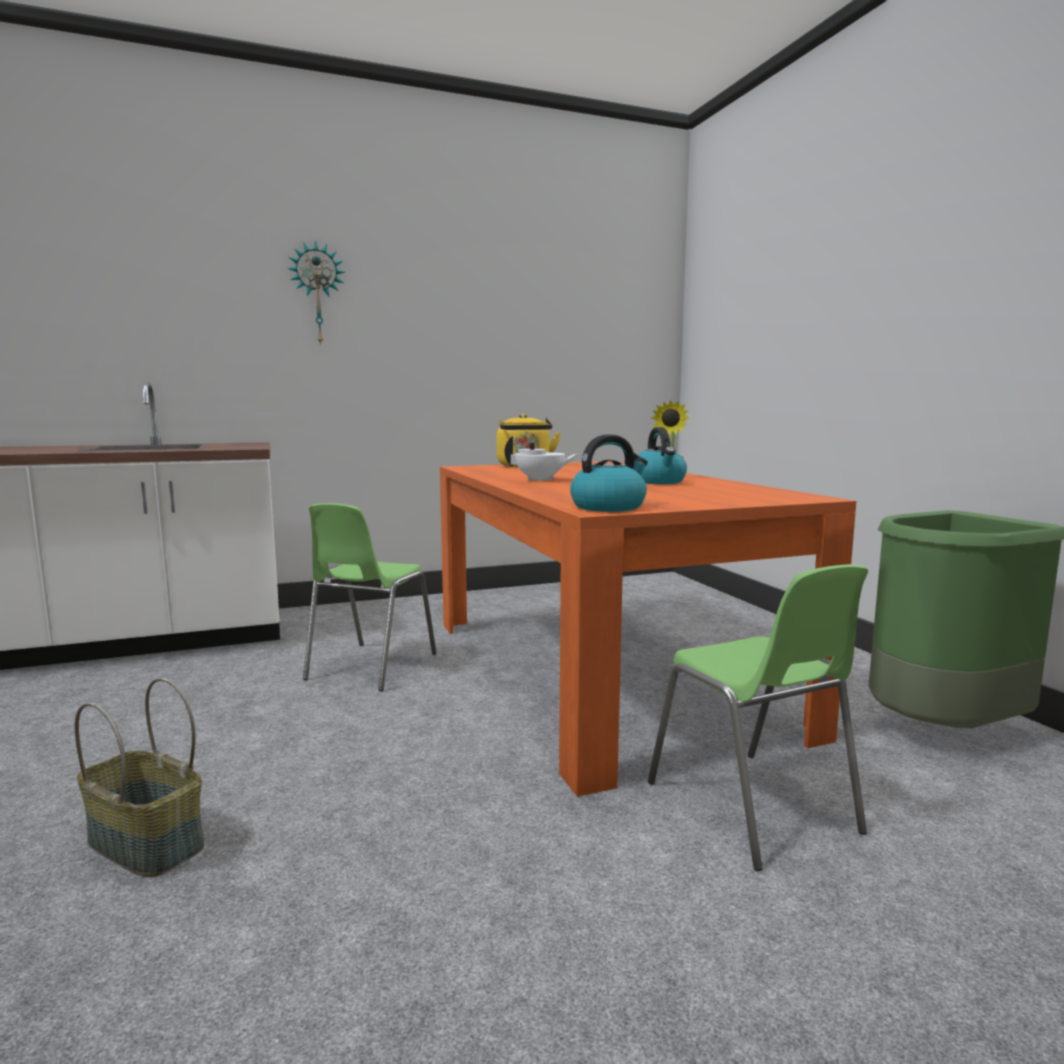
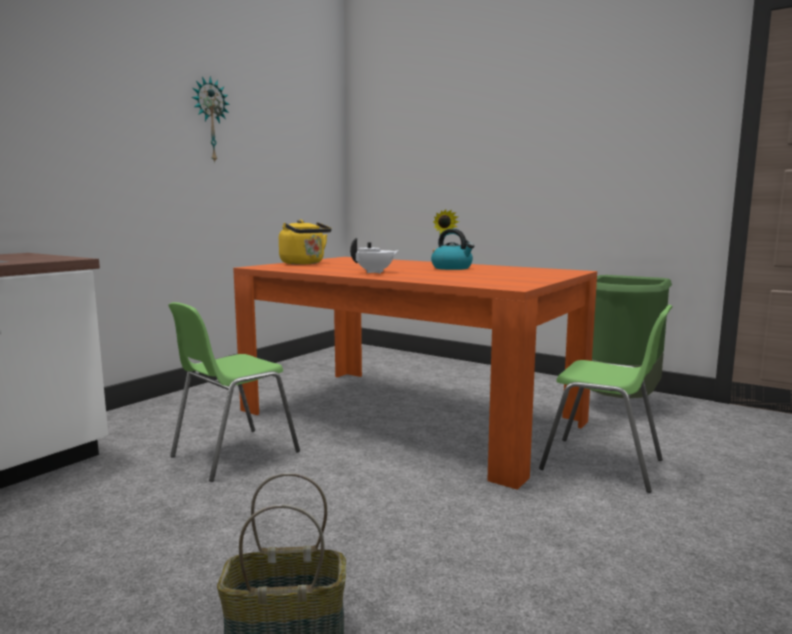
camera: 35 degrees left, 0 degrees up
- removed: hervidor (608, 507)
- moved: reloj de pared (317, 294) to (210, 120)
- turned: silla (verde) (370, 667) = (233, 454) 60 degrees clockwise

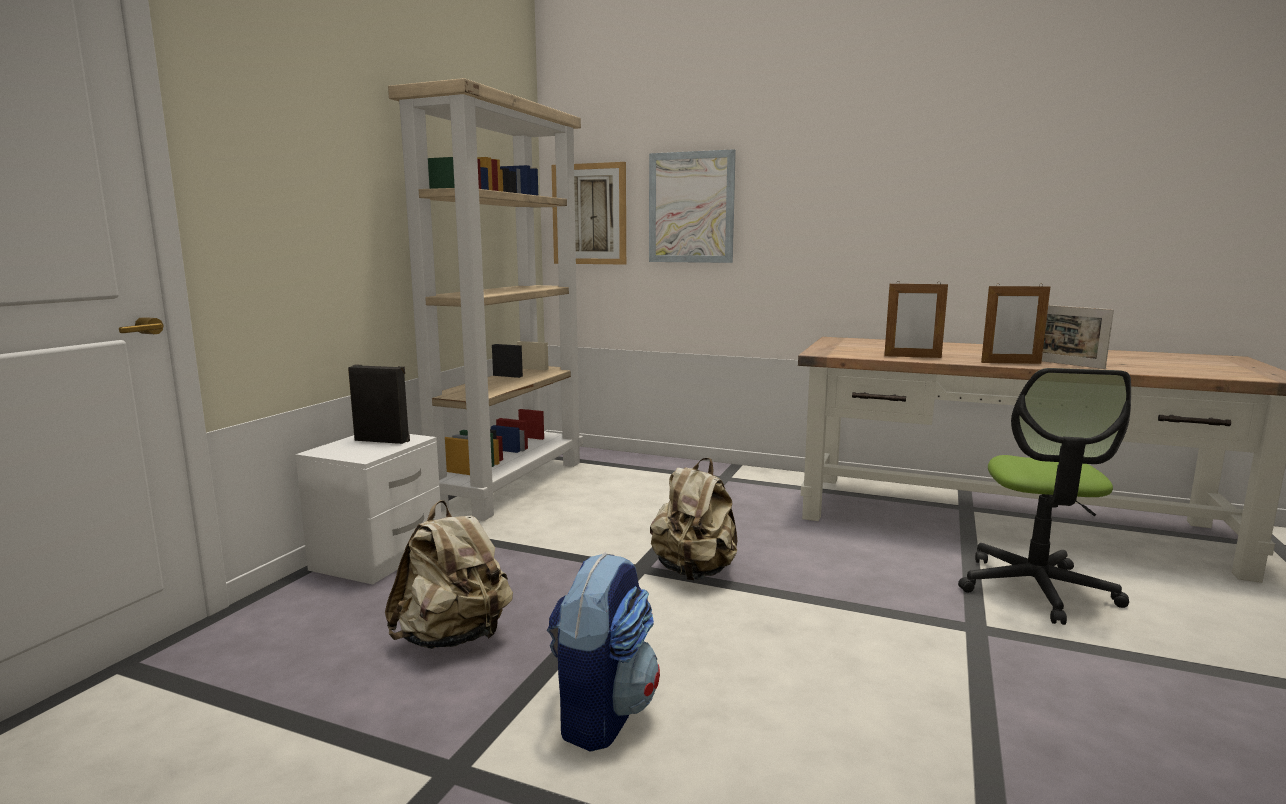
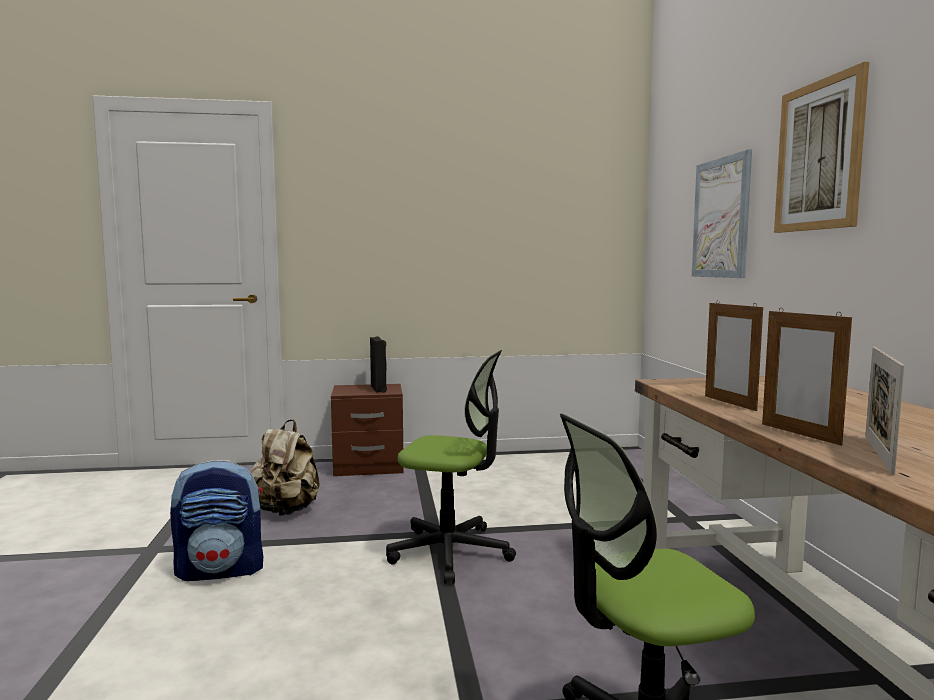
camera: 60 degrees right, 5 degrees down
- removed: estantería (beis) (510, 484)
- moved: cuadro (589, 214) to (819, 156)
- replaced: mochila (beis) (694, 572) to silla de oficina (451, 552)
- recoloured: mesita de noche (blanco) (379, 557) to mesita de noche (marrón) (368, 467)

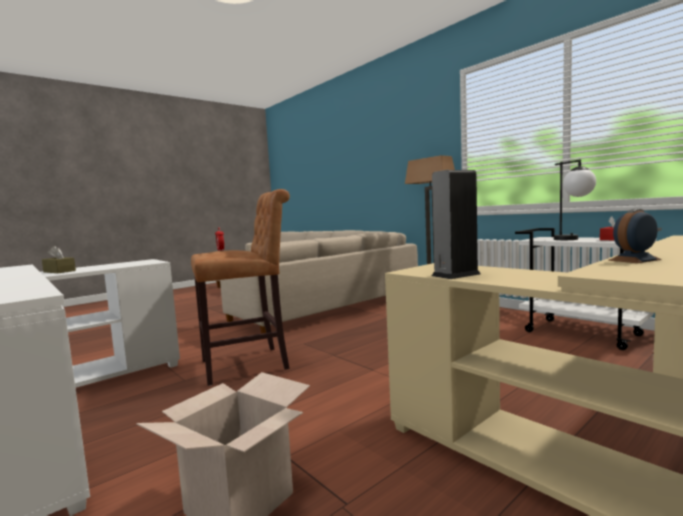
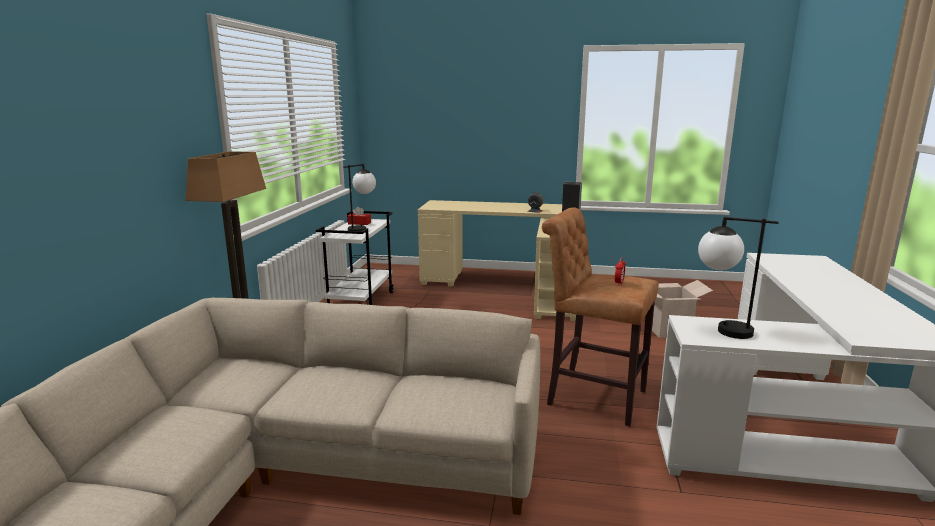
camera: 130 degrees left, 10 degrees up
- removed: caja de pañuelos (marrón) (59, 271)
- added: lámpara de mesa (720, 330)

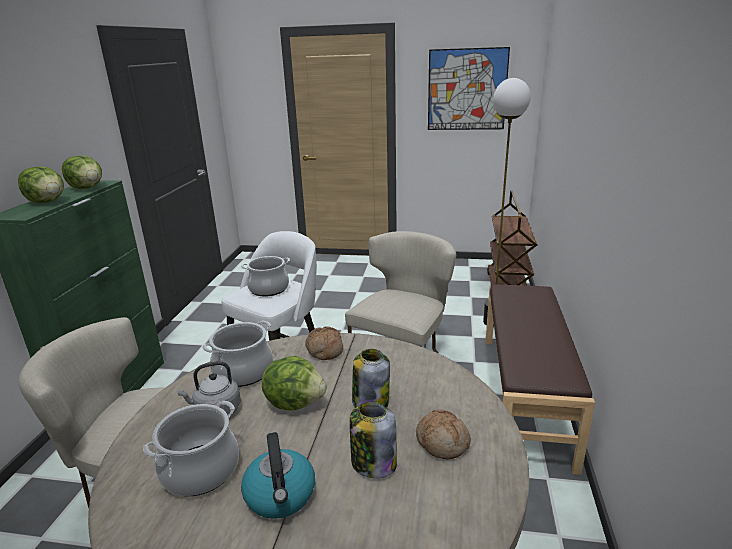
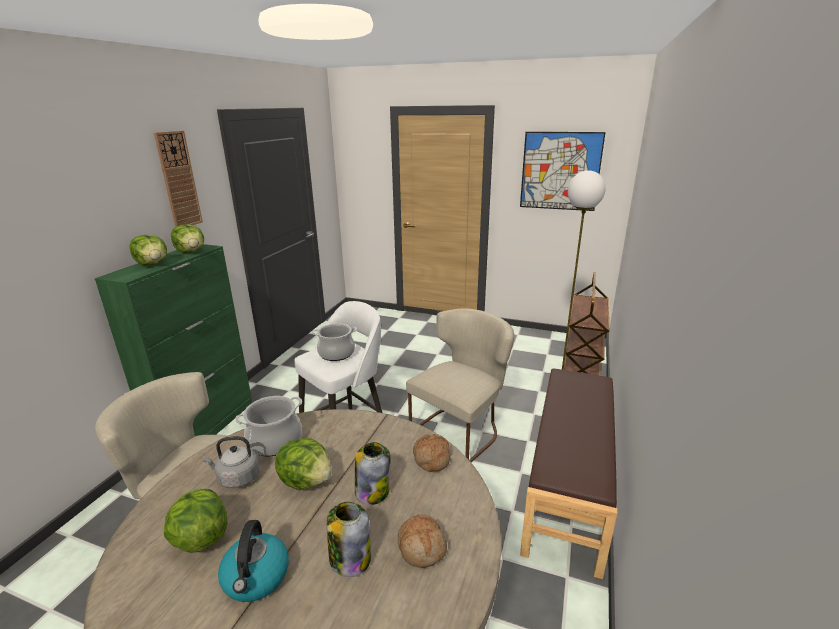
camera: 10 degrees right, 0 degrees up
- added: reloj de pared (178, 180)
- moved: pan (324, 350) to (431, 458)
- replaced: olla (200, 470) to lechuga (201, 538)

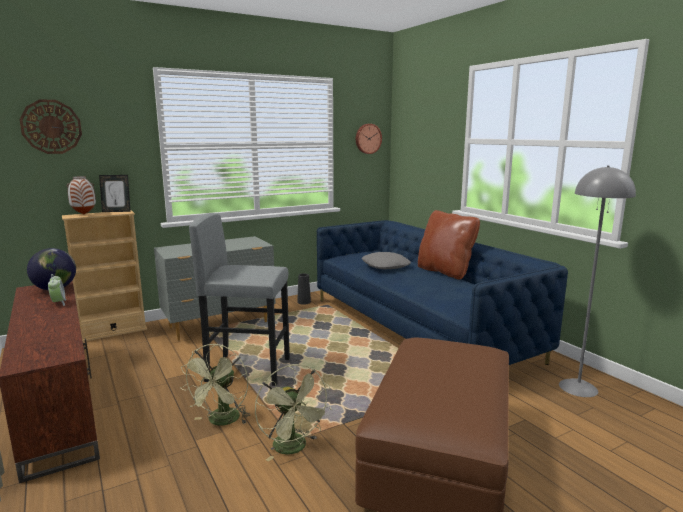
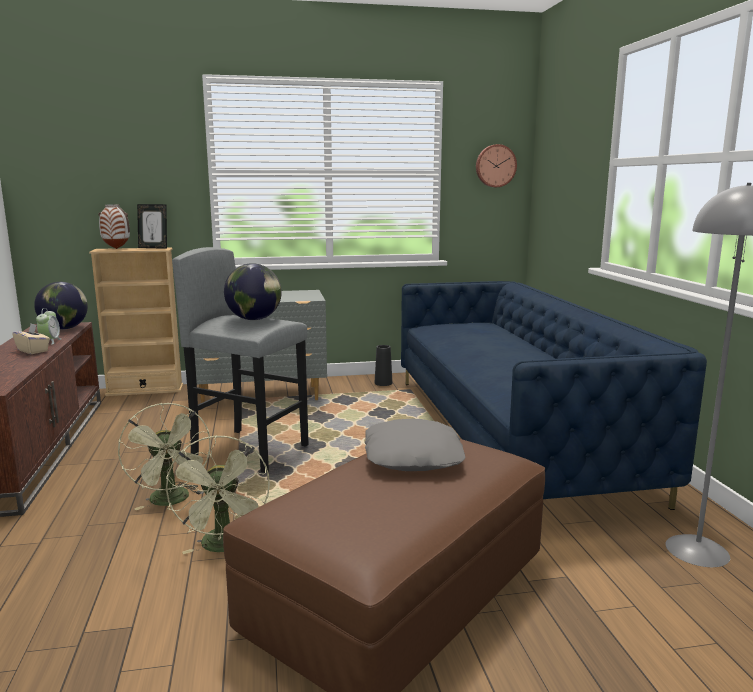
camera: 20 degrees right, 0 degrees up
- removed: reloj de pared (51, 127)
- removed: cojín (marrón) (445, 272)
- added: caja de pañuelos (beis) (33, 350)
- added: globo terráqueo (254, 319)
- moved: cojín (gris) (386, 266) to (414, 456)
- turned: ventilador (verde) (221, 421) = (172, 501) 60 degrees counterclockwise

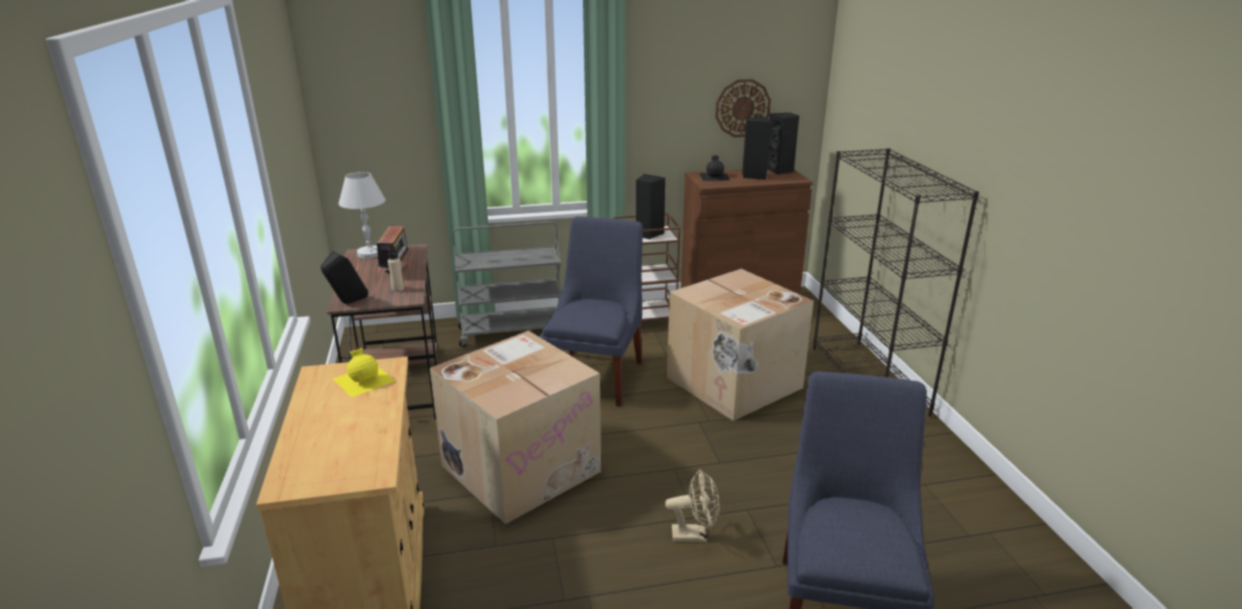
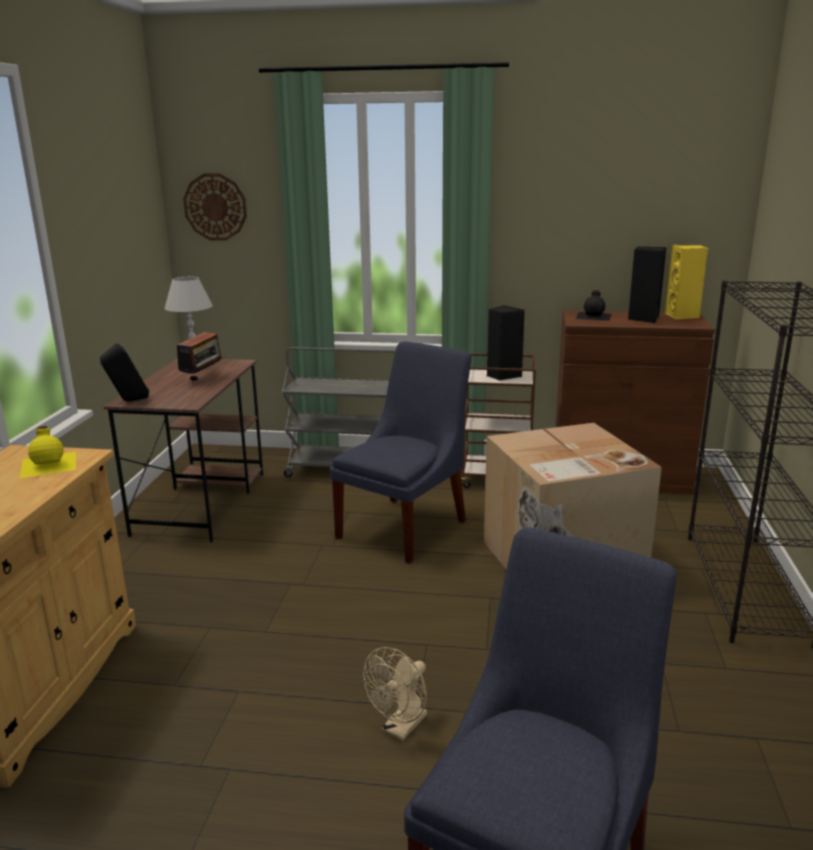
camera: 20 degrees right, 5 degrees down
- removed: botella (beis) (397, 289)
- removed: caja de cartón (521, 467)
- moved: reloj de pared (742, 108) to (215, 207)
- recoloured: altavoz (negro) (780, 170) to altavoz (amarillo) (682, 316)
- turned: ventilador (beis) (695, 535) = (400, 728) 105 degrees clockwise

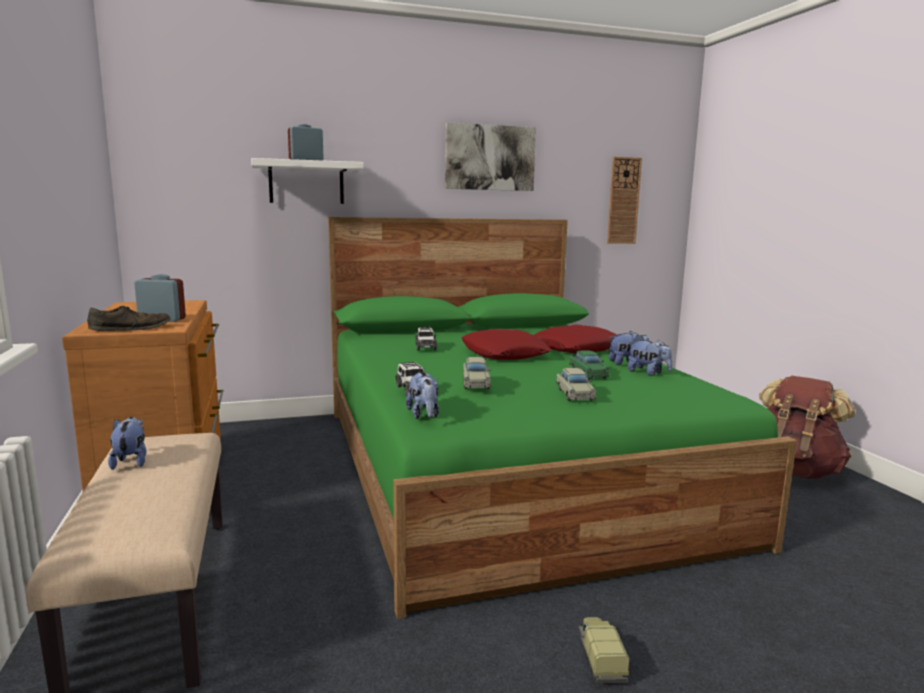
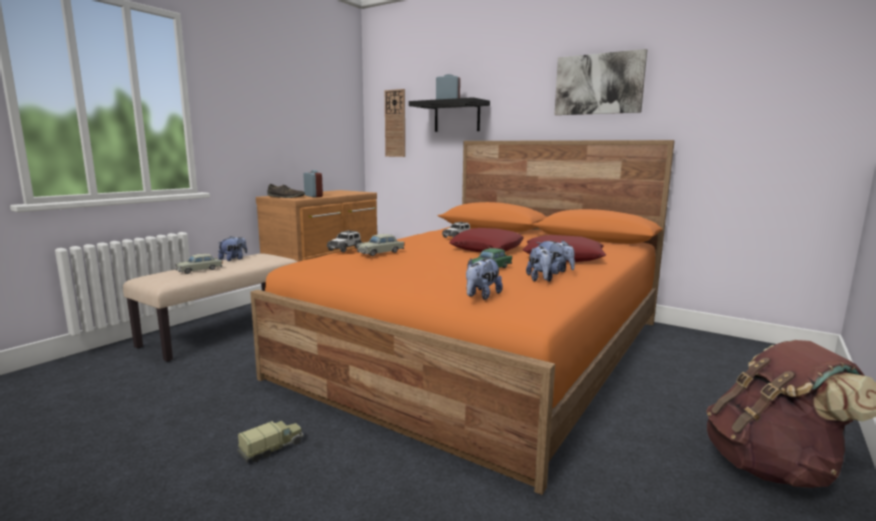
camera: 50 degrees right, 0 degrees up
- moved: peluche (424, 415) to (481, 296)
- moved: coche de juguete (beis) (574, 394) to (199, 270)
- moved: reloj de pared (623, 201) to (395, 123)
- recoloured: estante (blanco) (306, 183) to estante (negro) (457, 117)
- recoloured: cama (verde) (506, 467) to cama (naranja) (487, 347)

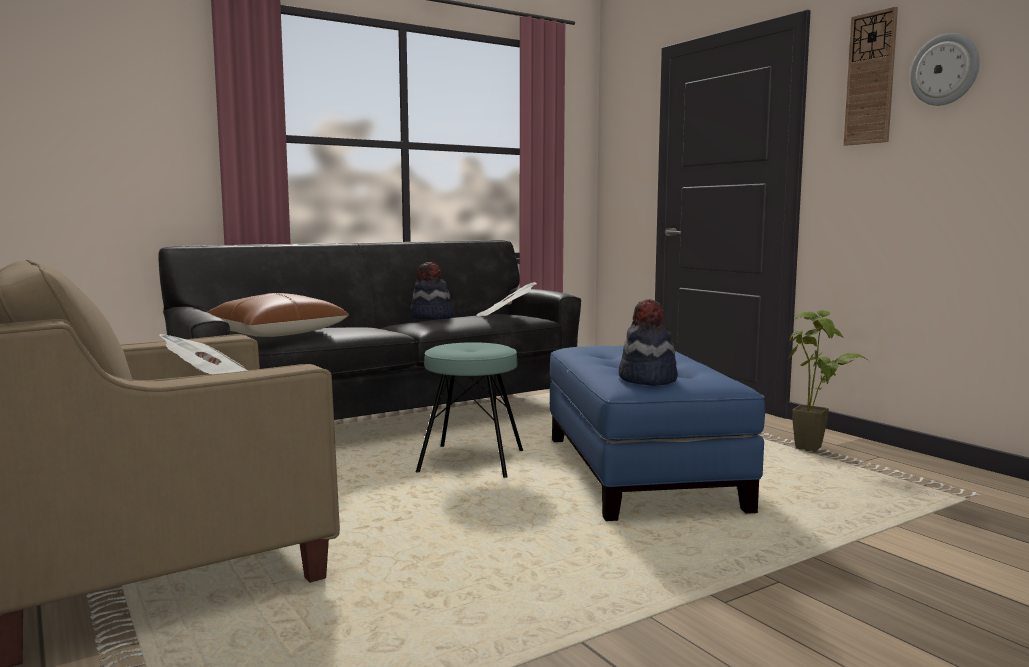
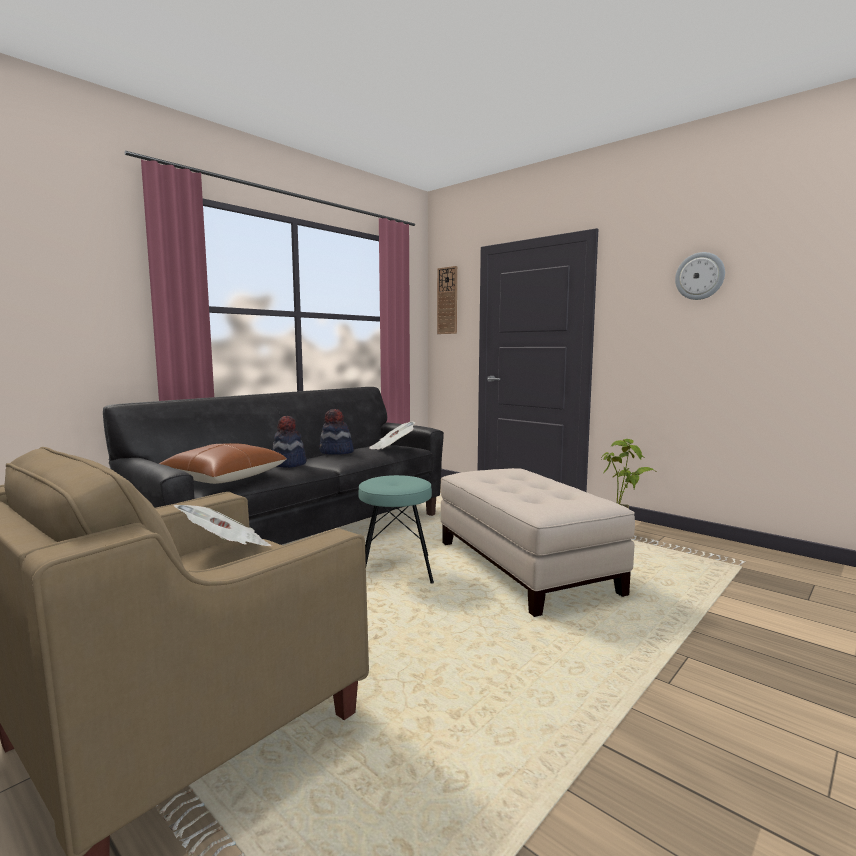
camera: 15 degrees left, 0 degrees up
- moved: sombrero (647, 380) to (288, 464)
- moved: reloj de pared (870, 78) to (447, 300)
- recoloured: puf (azul) (642, 472) to puf (beis) (525, 566)

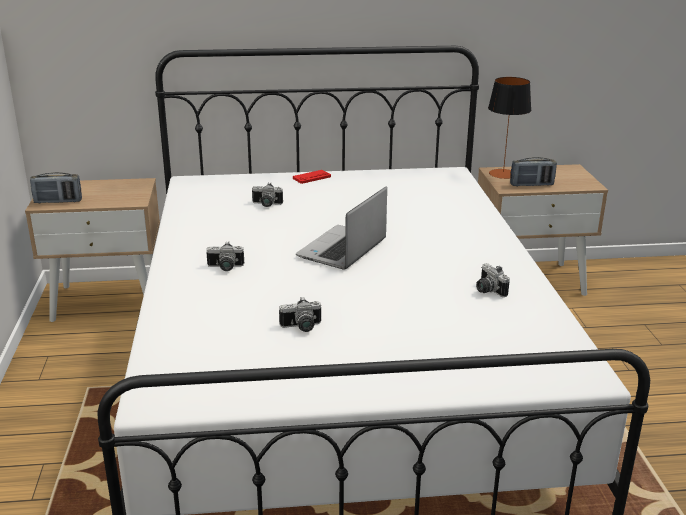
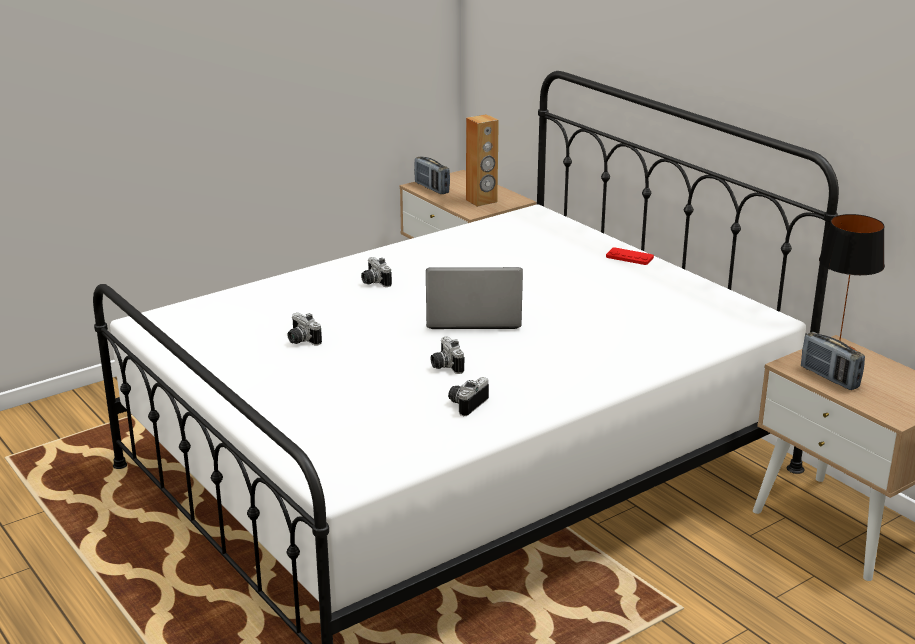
camera: 60 degrees right, 0 degrees up
- added: altavoz (marrón) (481, 201)
- moved: cámara (266, 205) to (444, 366)

